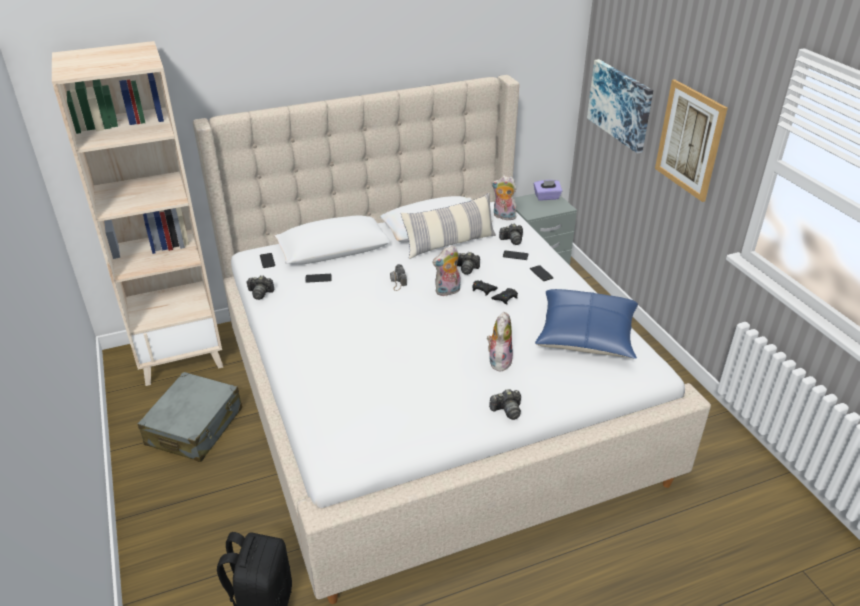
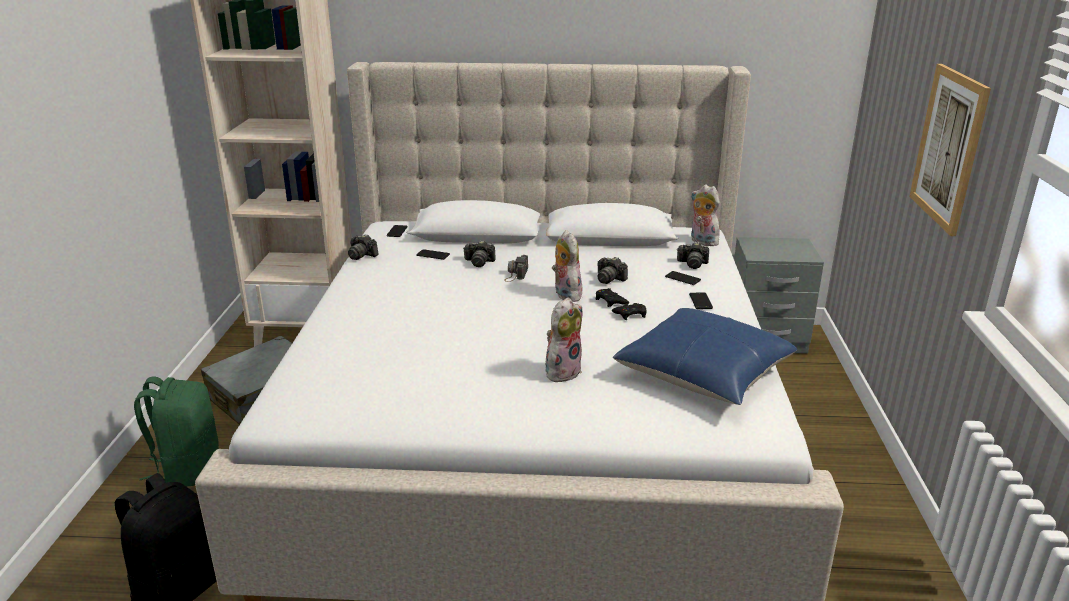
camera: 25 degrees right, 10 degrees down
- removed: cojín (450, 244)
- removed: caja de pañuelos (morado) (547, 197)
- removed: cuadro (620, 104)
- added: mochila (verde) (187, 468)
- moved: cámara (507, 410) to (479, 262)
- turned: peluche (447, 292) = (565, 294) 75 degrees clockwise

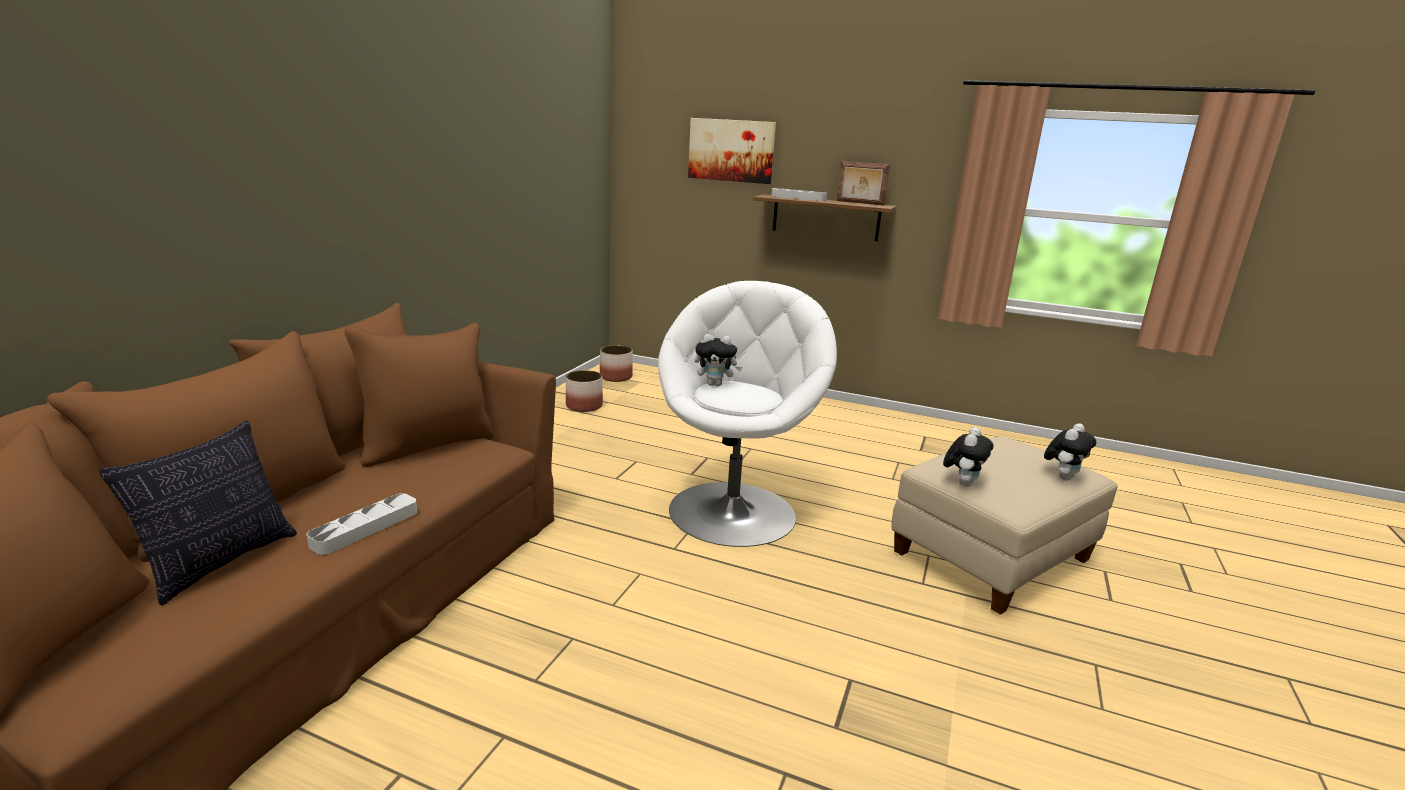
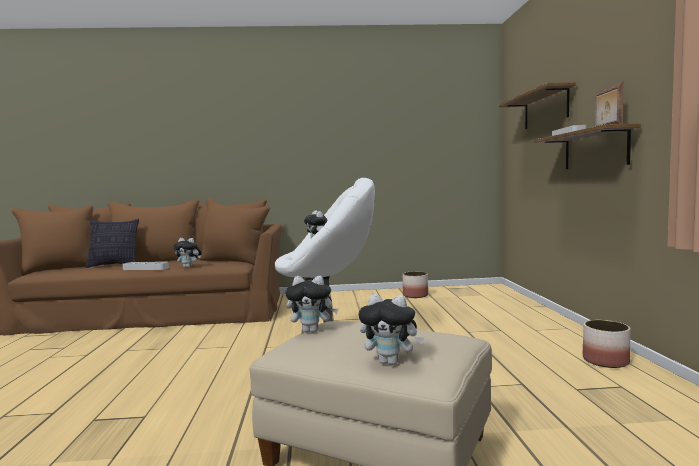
camera: 65 degrees right, 15 degrees down
- added: peluche (189, 267)
- moved: maceta (616, 377) to (606, 361)
- replaced: cuadro (731, 150) to estante (545, 109)

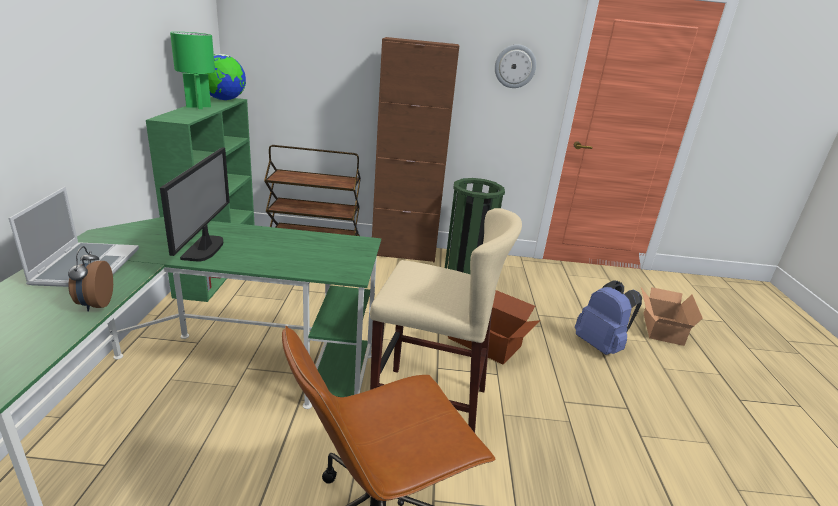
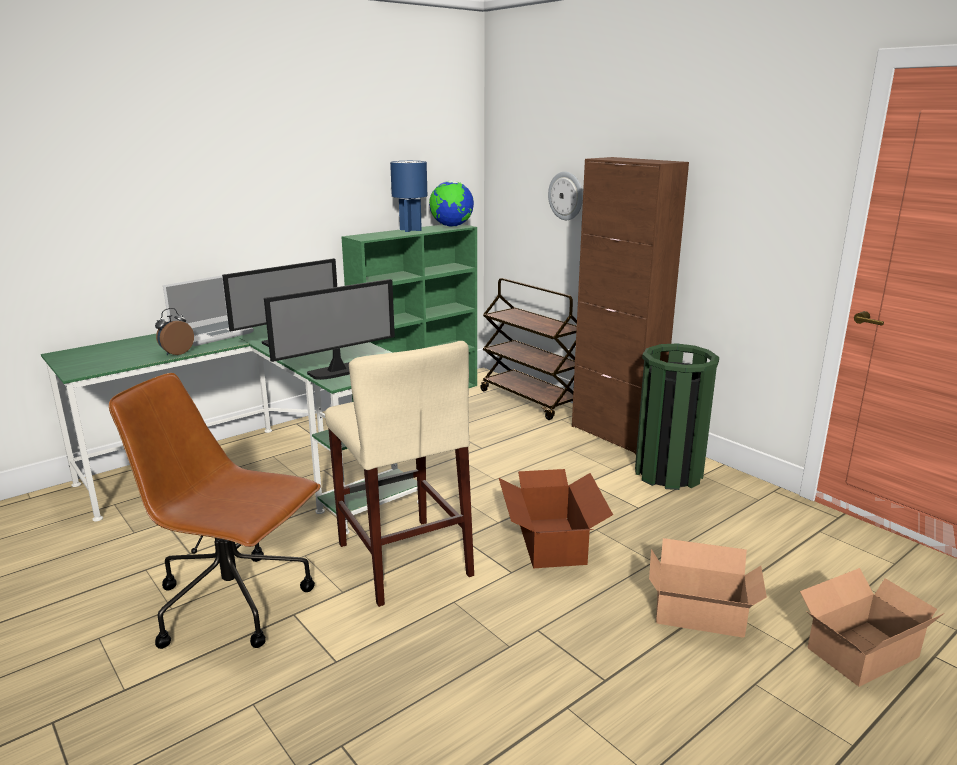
camera: 50 degrees right, 5 degrees down
- added: monitor (337, 372)
- moved: reloj de pared (515, 66) to (566, 196)
- replaced: mochila (azul) (600, 345) to caja de cartón (701, 615)
- recoloured: lámpara de mesa (verde) (198, 107) to lámpara de mesa (azul) (410, 230)

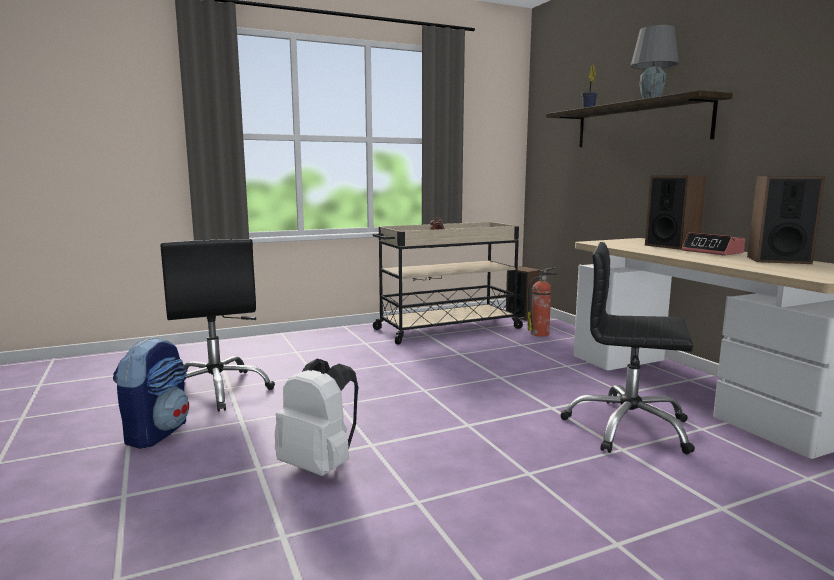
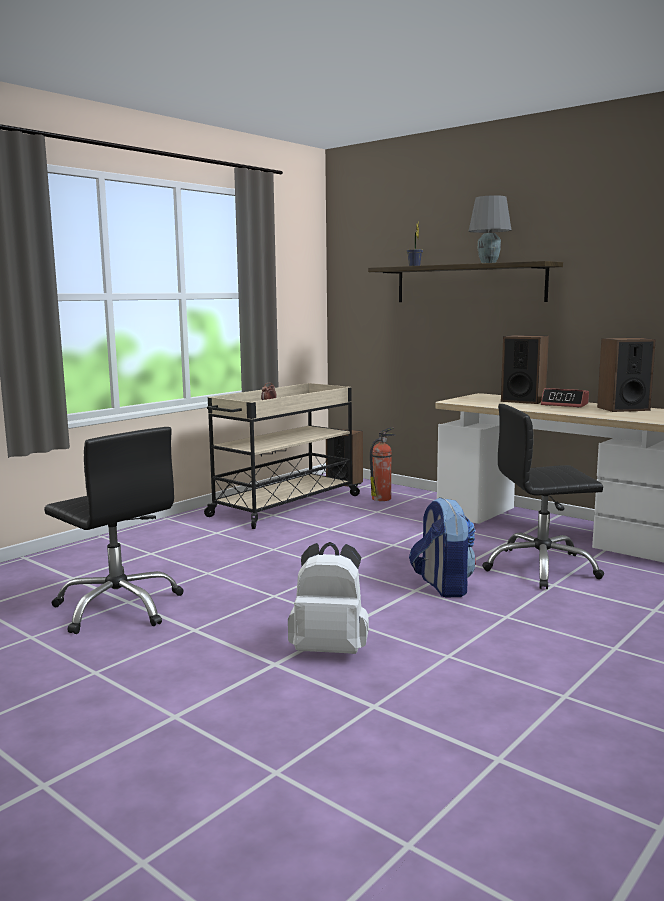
camera: 25 degrees left, 0 degrees up
- moved: mochila (156, 433) to (442, 586)

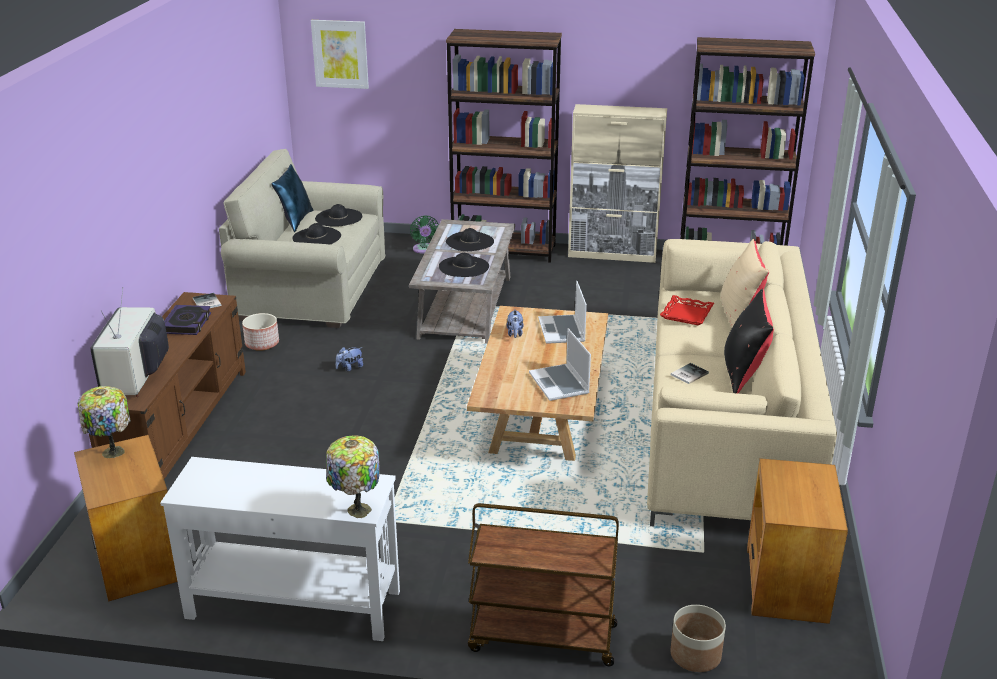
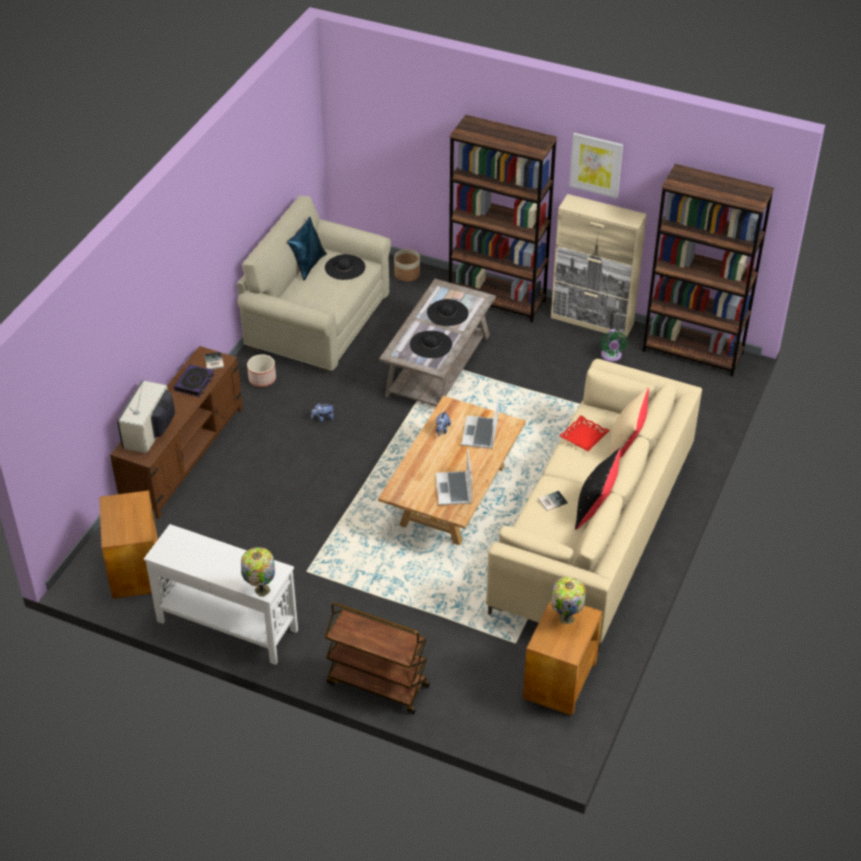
camera: 15 degrees right, 15 degrees up
- removed: sombrero (negro) (317, 237)
- moved: lámpara de mesa (112, 453) to (565, 619)
- moved: cuadro (340, 54) to (596, 164)
- moved: ventilador (verde) (424, 250) to (611, 356)
- moved: maceta (695, 655) to (407, 274)

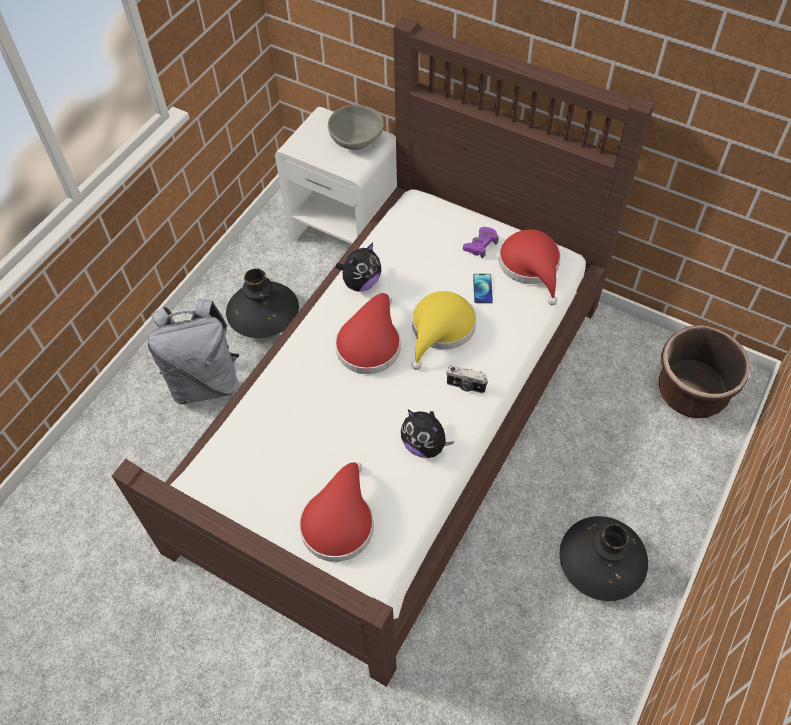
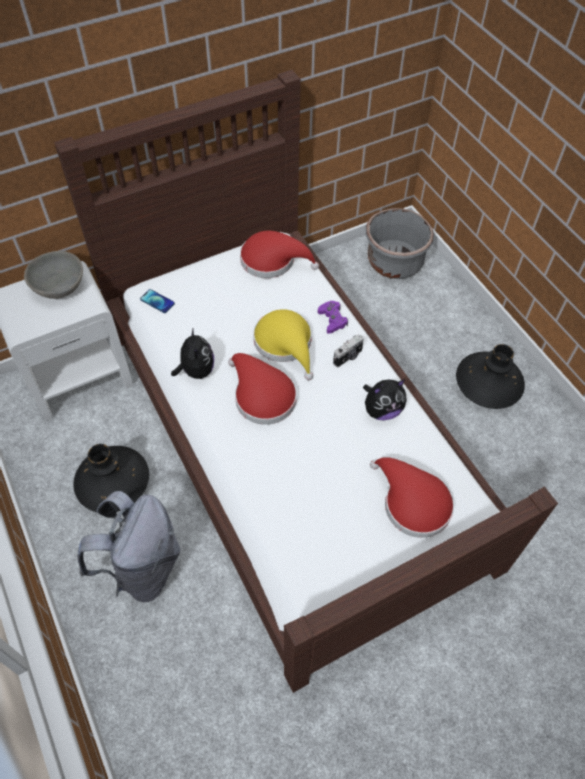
camera: 60 degrees left, 0 degrees up
- moved: mando de consola (morado) (480, 245) to (332, 320)
- moved: móvil (482, 289) to (157, 301)
- recoloured: maceta (marrón) (691, 391) to maceta (gris) (394, 262)

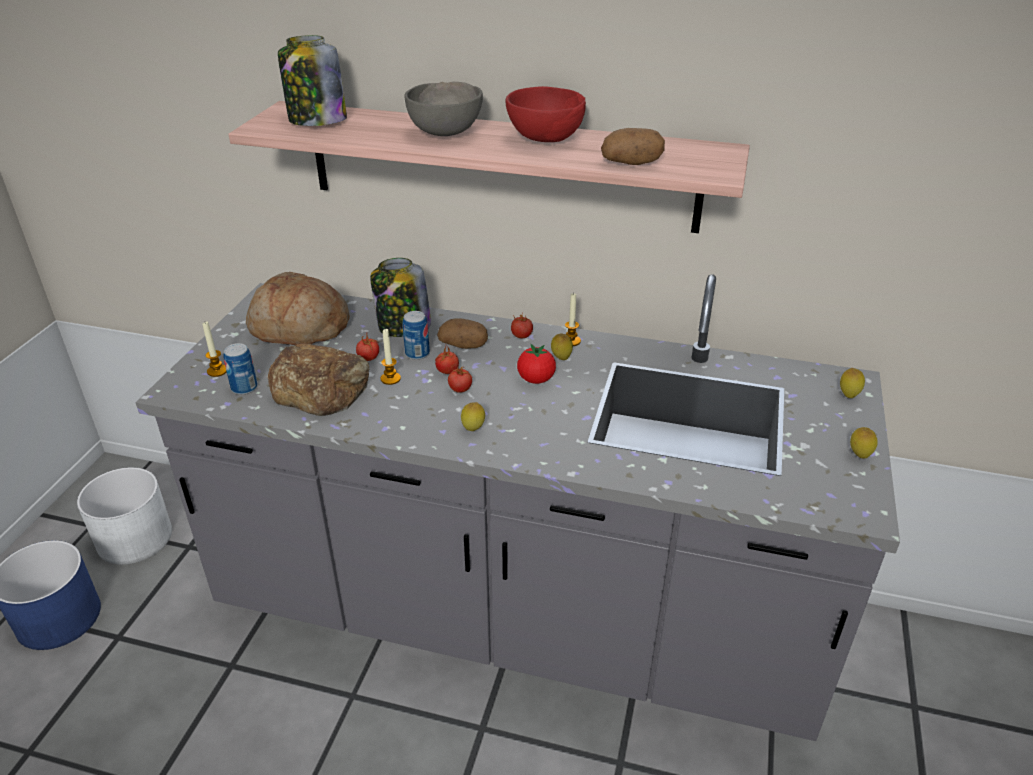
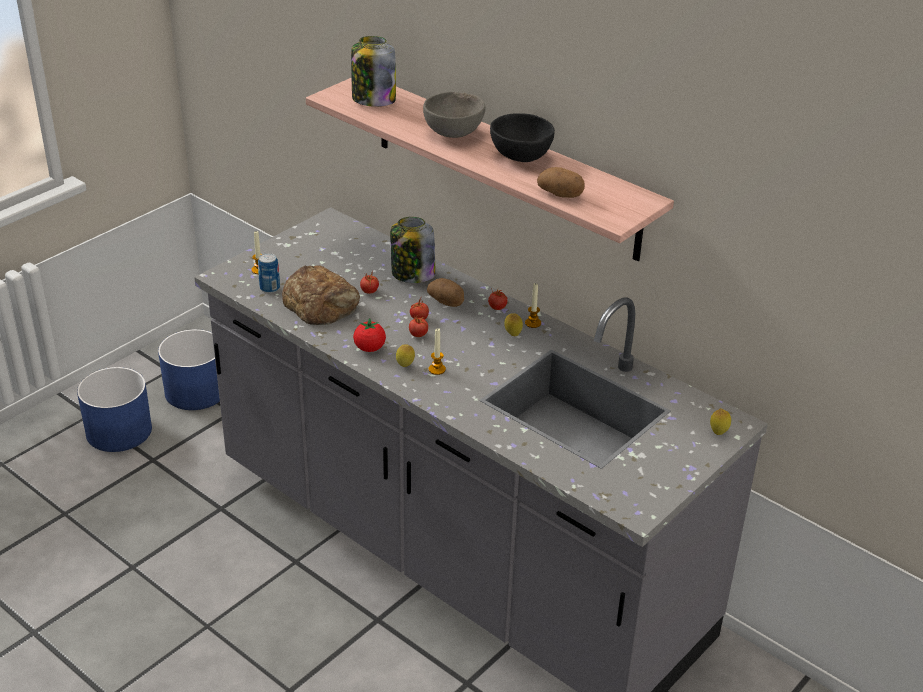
camera: 25 degrees right, 0 degrees up
- removed: pan (299, 328)
- removed: lata (417, 354)
- removed: limón (859, 455)
- moved: vela (390, 379) to (437, 369)
- moved: tomate (536, 379) to (369, 348)
- recoloured: maceta (blanco) (135, 538) to maceta (azul) (196, 391)
- recoloured: cuenco (rojo) (545, 140) to cuenco (negro) (521, 157)

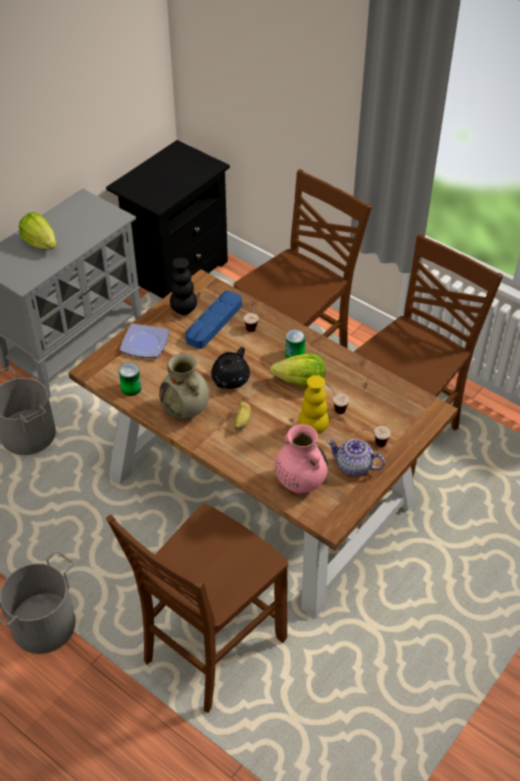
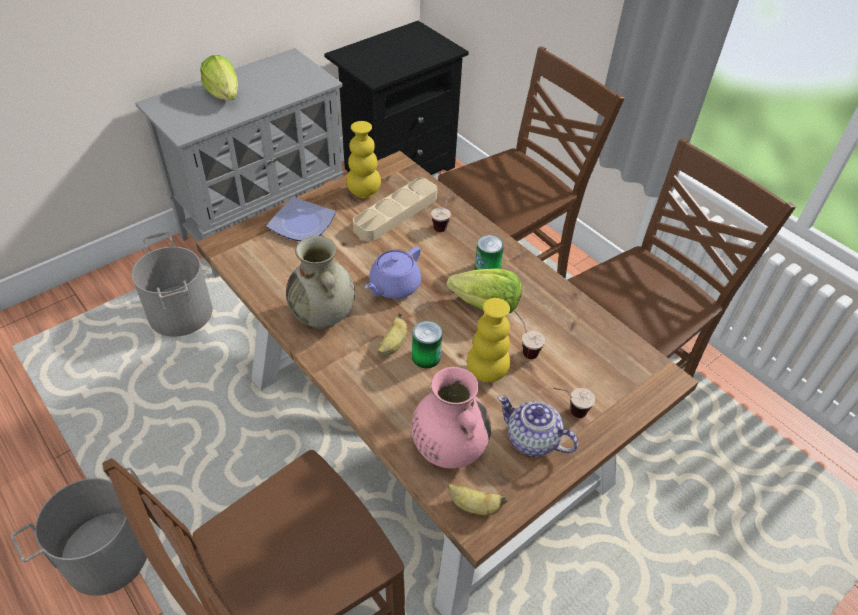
camera: 10 degrees right, 0 degrees up
- added: plátano (474, 506)
- moved: lata (131, 388) to (426, 357)
- recoloured: florero (negro) (184, 309) to florero (amarillo) (364, 192)
- recoloured: bandeja (azul) (214, 322) to bandeja (beis) (396, 213)
- recoloured: tetera (negro) (230, 379) to tetera (morado) (393, 286)

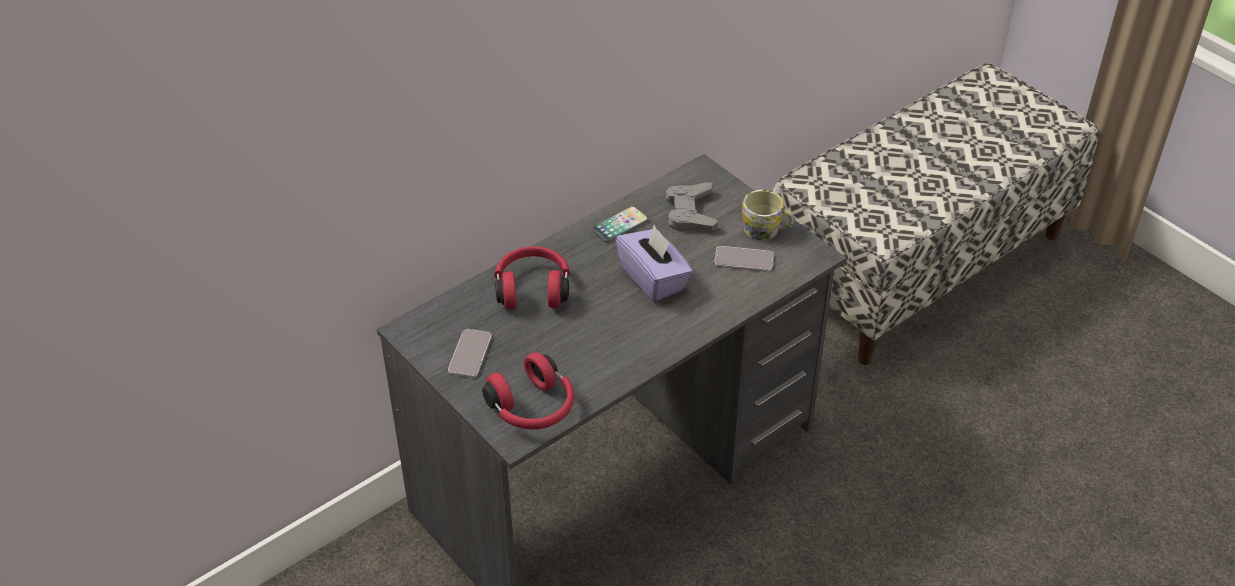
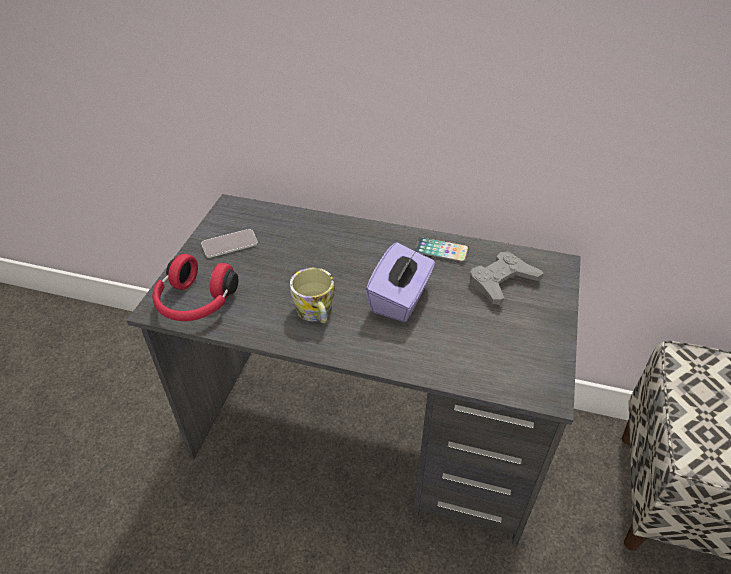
camera: 55 degrees right, 0 degrees up
- removed: auriculares (rojo) (532, 288)
- removed: móvil (743, 260)
- moved: taza grande (766, 230) to (316, 313)

